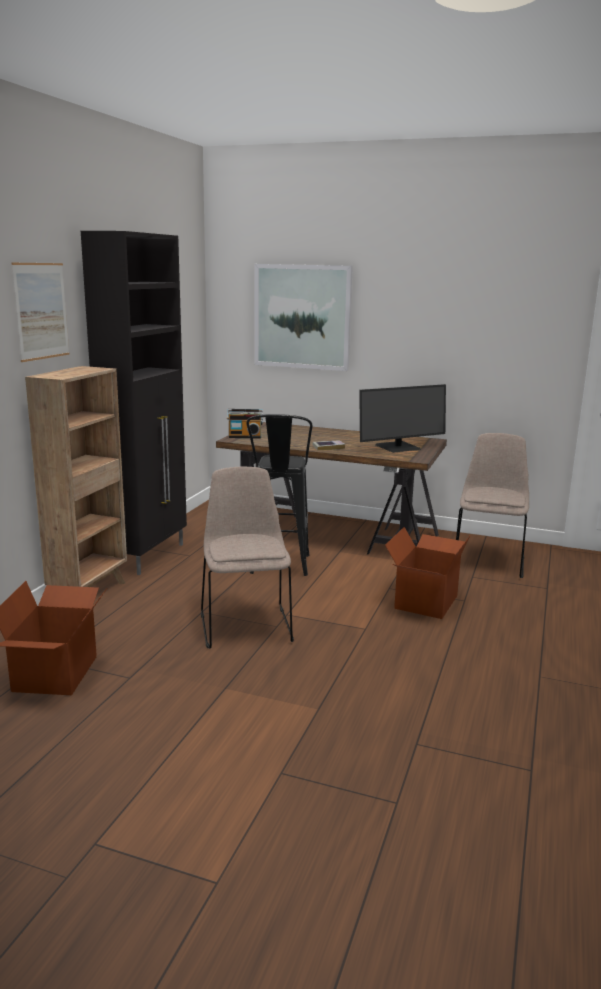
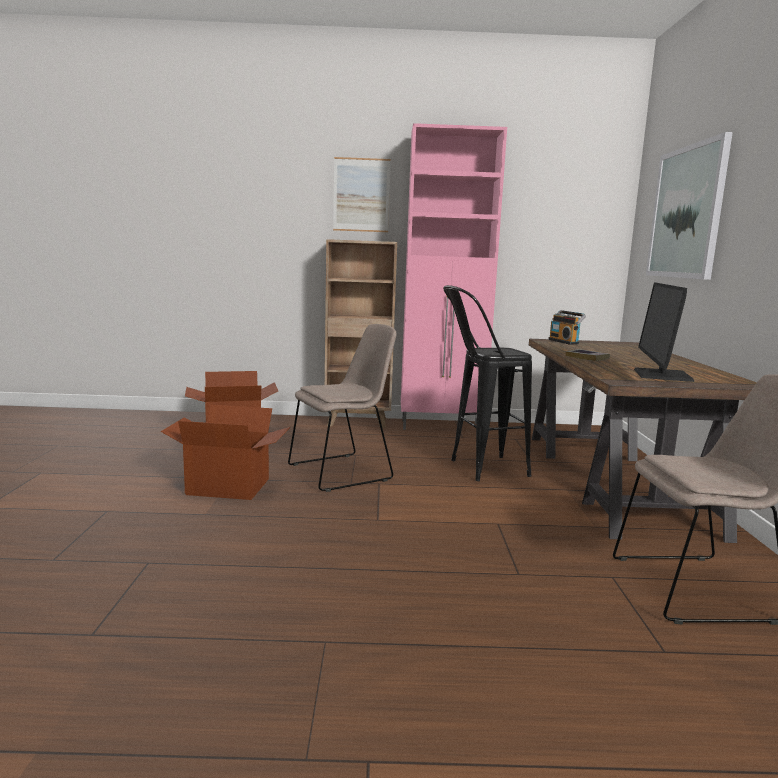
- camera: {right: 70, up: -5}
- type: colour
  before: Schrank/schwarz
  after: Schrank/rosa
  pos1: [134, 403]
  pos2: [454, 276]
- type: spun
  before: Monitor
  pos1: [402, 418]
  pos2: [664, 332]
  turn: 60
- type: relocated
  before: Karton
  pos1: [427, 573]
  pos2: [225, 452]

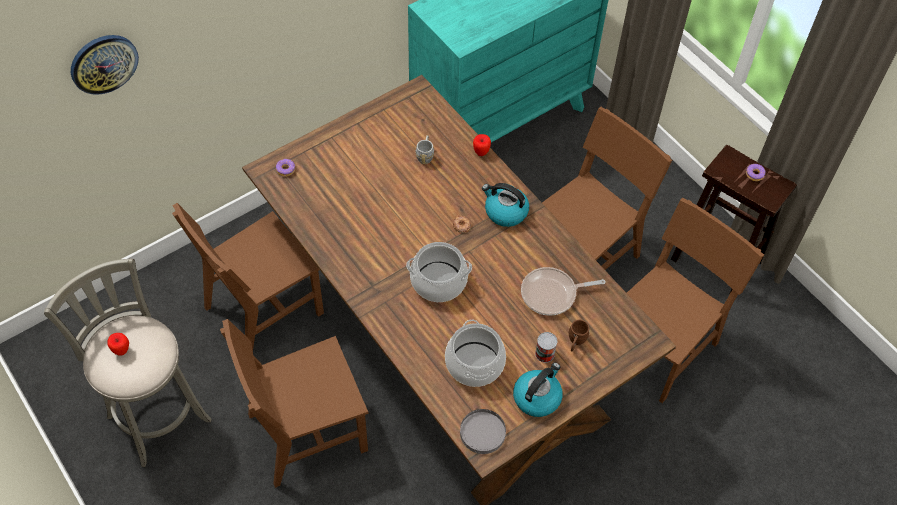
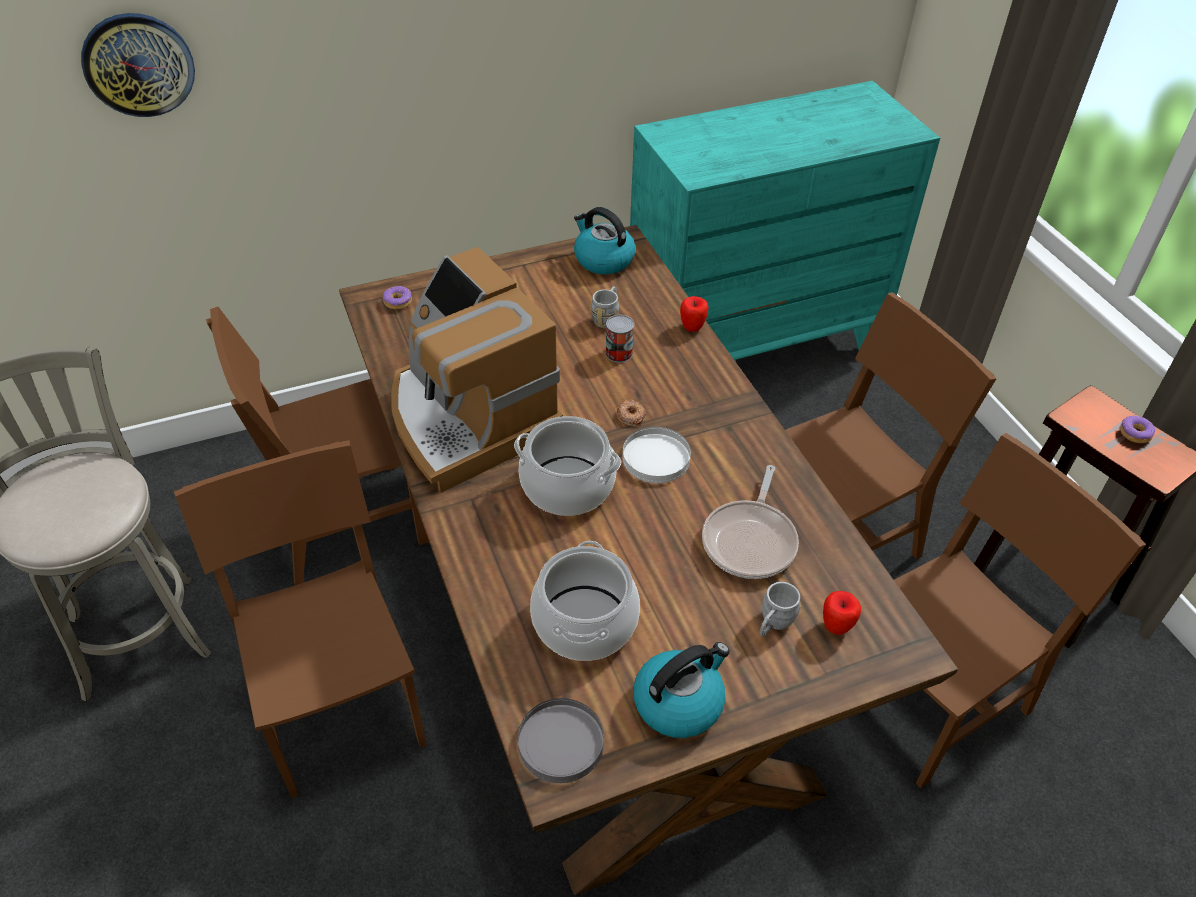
- camera: {right: 15, up: -10}
- type: relocated
  before: Wasserkessel
  pos1: [505, 205]
  pos2: [605, 241]
- type: spun
  before: Pfanne
  pos1: [563, 291]
  pos2: [750, 522]
  turn: -75
- type: spun
  before: Stuhl/braun
  pos1: [294, 403]
  pos2: [300, 619]
  turn: 75
- type: colour
  before: Henkelbecher/braun
  after: Henkelbecher/grau
  pos1: [579, 336]
  pos2: [780, 609]
- type: relocated
  before: Dose
  pos1: [546, 347]
  pos2: [619, 339]
- type: relocated
  before: Apfel
  pos1: [118, 344]
  pos2: [842, 613]
- type: appeared
  after: Kaffeemaschine
  pos2: [477, 370]
- type: appeared
  after: Teller/weiß
  pos2: [656, 455]

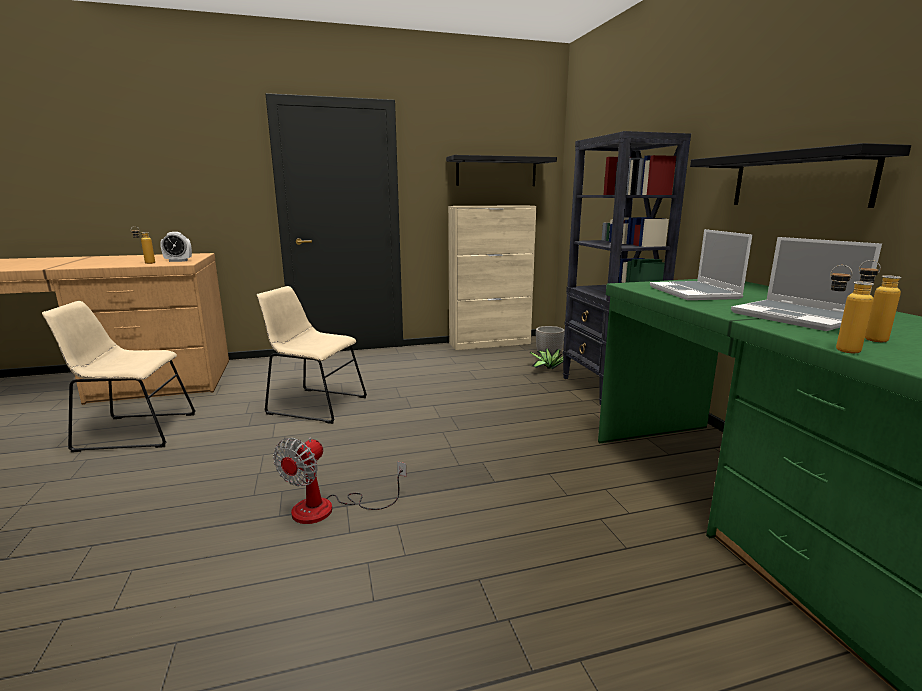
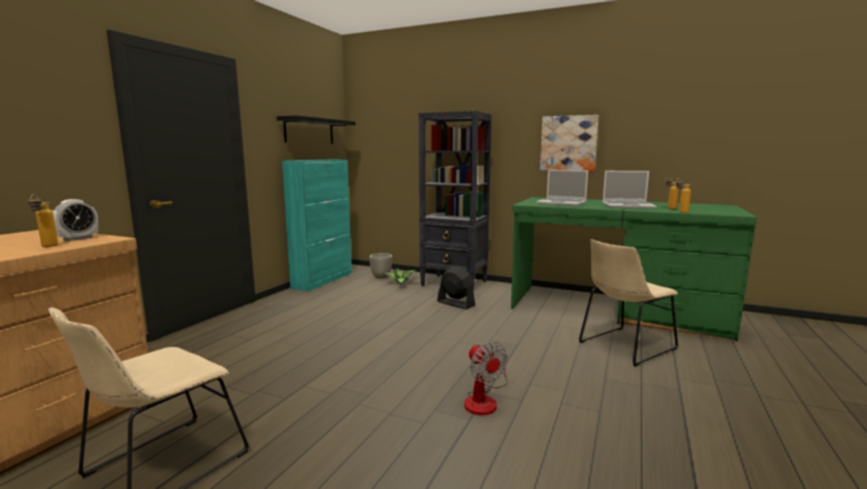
- camera: {right: -50, up: -5}
- type: exchanged
  before: Wandregal/schwarz
  after: Bild
  pos1: [800, 175]
  pos2: [569, 143]
- type: colour
  before: Schrank/beige
  after: Schrank/türkis
  pos1: [492, 277]
  pos2: [317, 225]
- type: relocated
  before: Stuhl/beige
  pos1: [312, 355]
  pos2: [628, 303]
- type: appeared
  after: Ventilator/schwarz
  pos2: [456, 287]

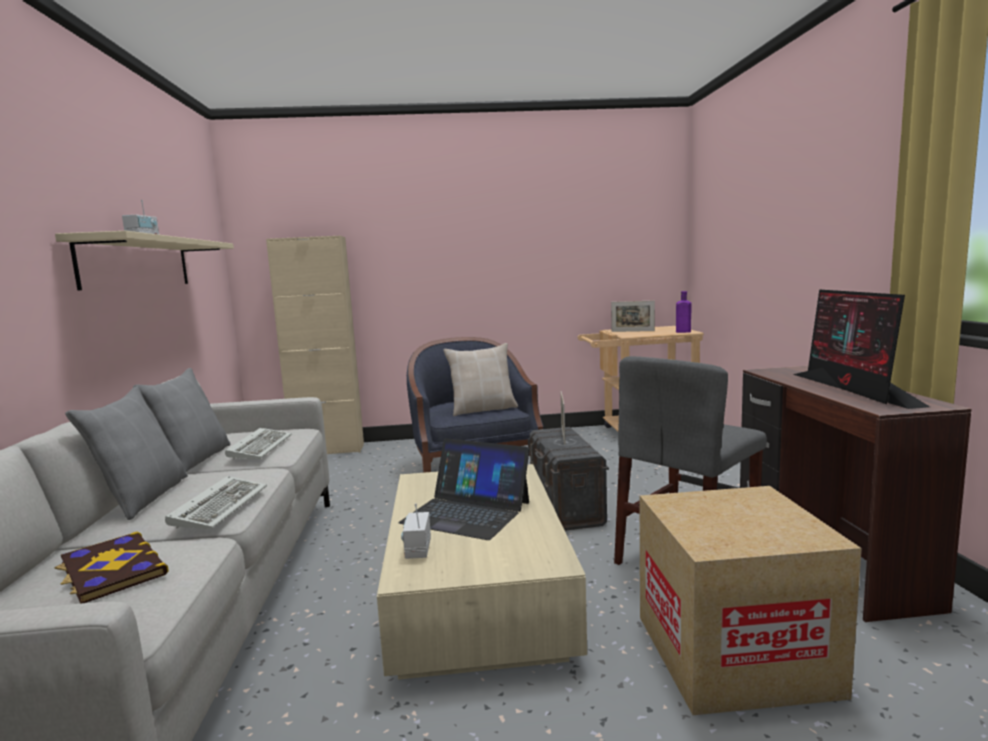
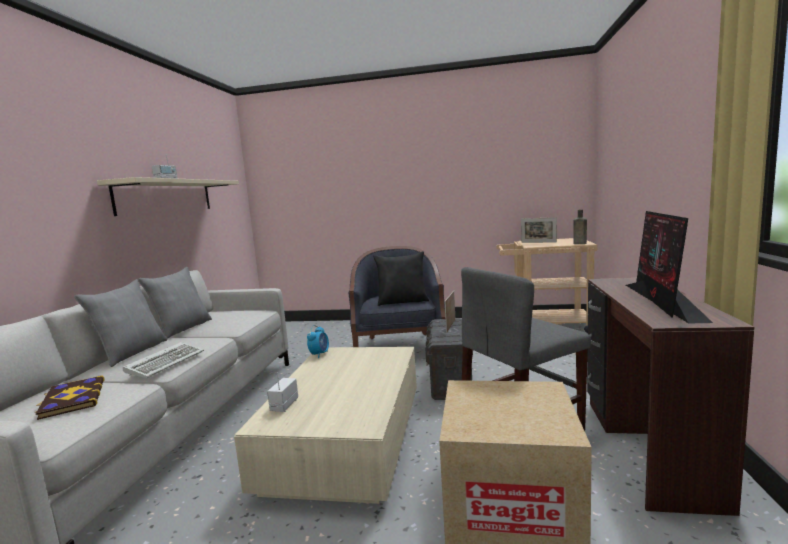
- camera: {right: 15, up: 0}
- type: missing
  before: Schrank/beige
  pos1: [315, 345]
- type: colour
  before: Flasche/lila
  after: Flasche/braun
  pos1: [683, 312]
  pos2: [580, 227]
- type: colour
  before: Kissen/beige
  after: Kissen/schwarz
  pos1: [480, 379]
  pos2: [401, 278]
- type: missing
  before: Tastatur
  pos1: [258, 444]
- type: missing
  before: Laptop
  pos1: [464, 489]
- type: appeared
  after: Wecker
  pos2: [318, 341]

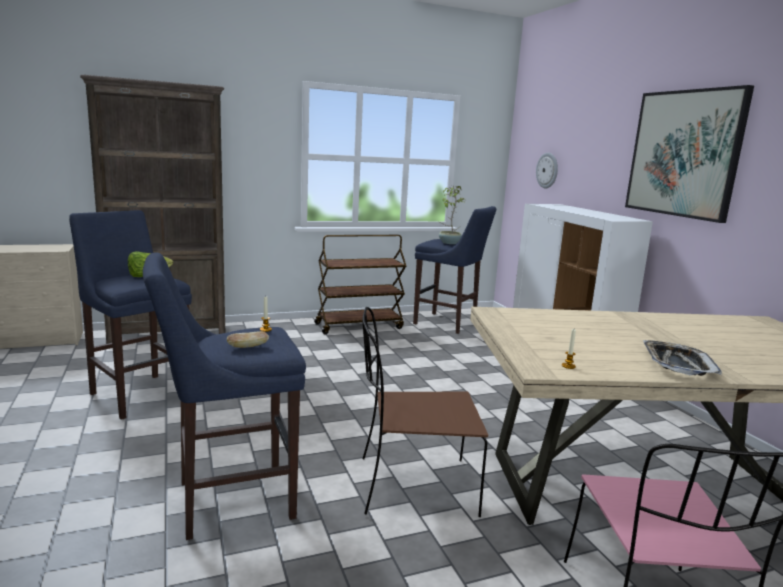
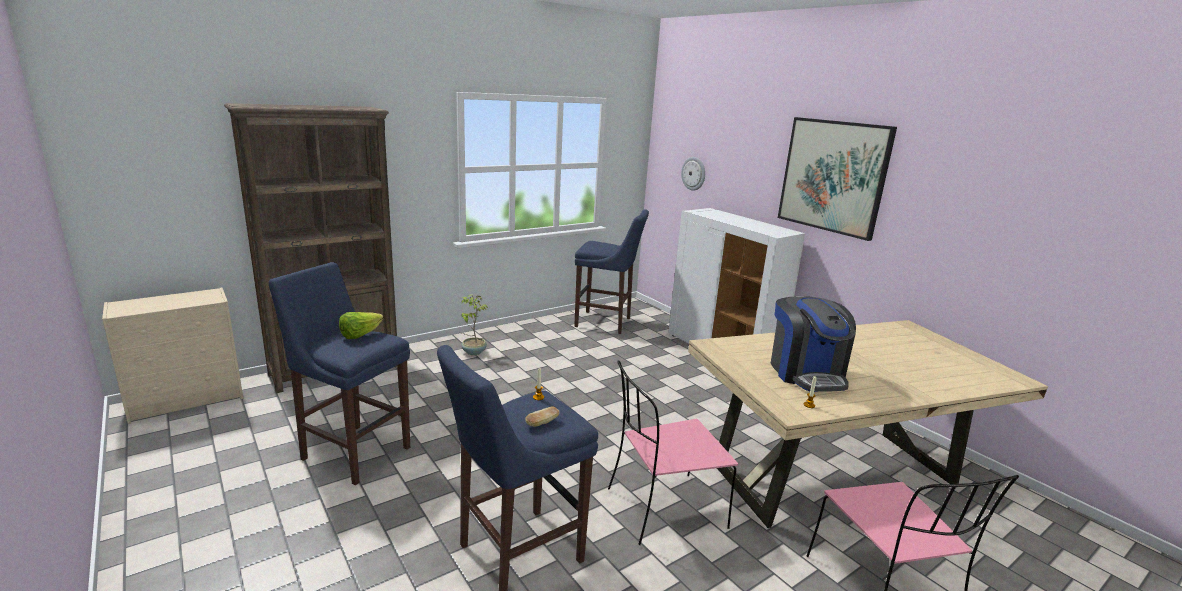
- camera: {right: -15, up: 5}
- type: relocated
  before: Topfpflanze
  pos1: [452, 214]
  pos2: [474, 325]
- type: missing
  before: Rollwagen/braun
  pos1: [360, 284]
- type: colour
  before: Stuhl/braun
  after: Stuhl/rosa
  pos1: [425, 412]
  pos2: [673, 452]
- type: missing
  before: Tablett
  pos1: [682, 358]
- type: appeared
  after: Kaffeemaschine
  pos2: [813, 344]

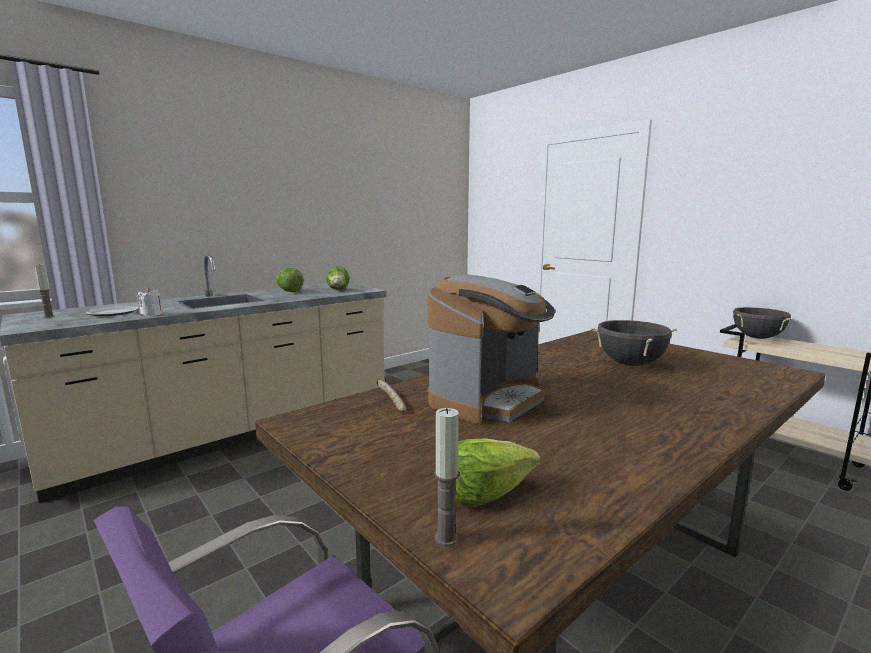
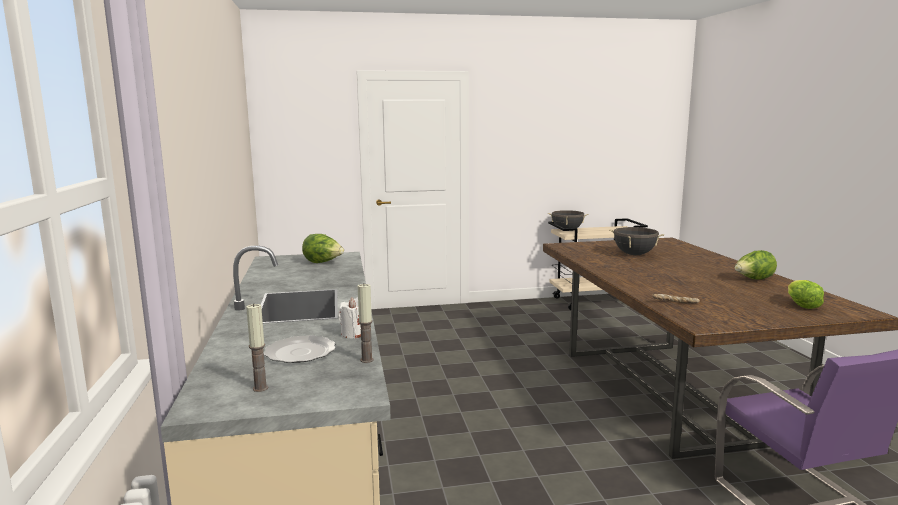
- camera: {right: -60, up: 0}
- type: relocated
  before: Salatkopf
  pos1: [289, 280]
  pos2: [756, 265]
- type: missing
  before: Kaffeemaschine
  pos1: [491, 349]
- type: relocated
  before: Kerze
  pos1: [446, 477]
  pos2: [366, 323]

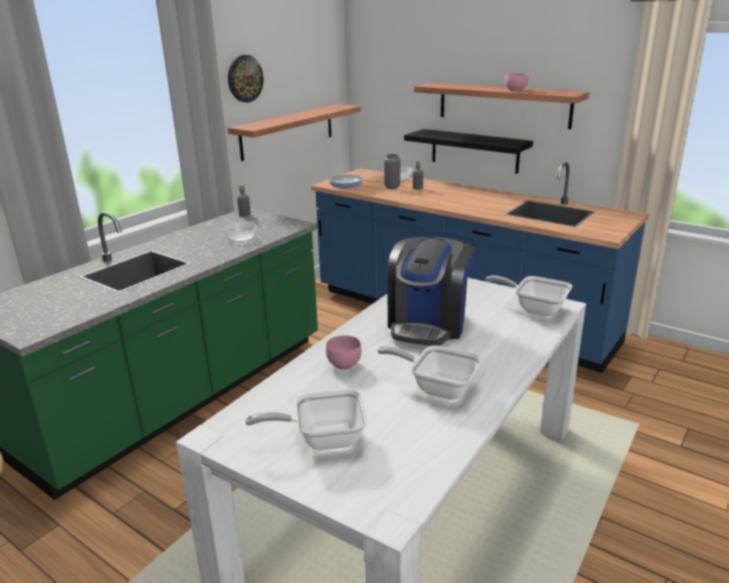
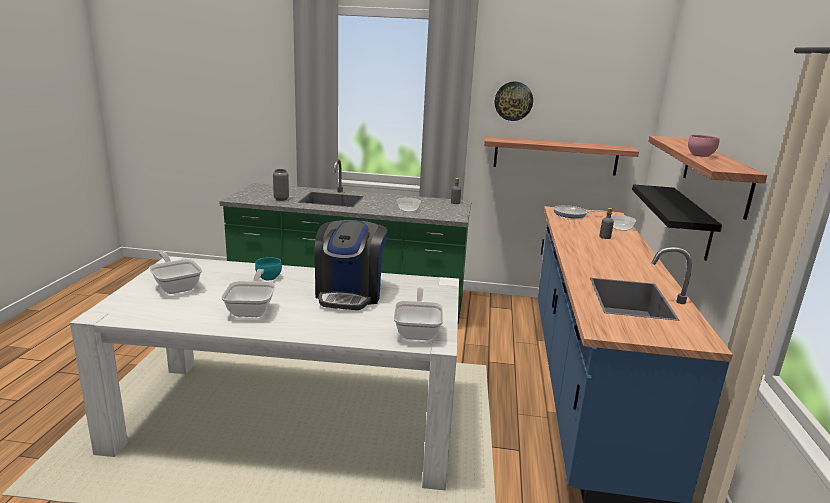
- camera: {right: 60, up: -5}
- type: relocated
  before: Vase/grau
  pos1: [392, 171]
  pos2: [281, 185]
- type: spun
  before: Kaffeemaschine
  pos1: [430, 291]
  pos2: [351, 265]
  turn: -75
- type: colour
  before: Schüssel/rosa
  after: Schüssel/türkis
  pos1: [344, 352]
  pos2: [268, 268]

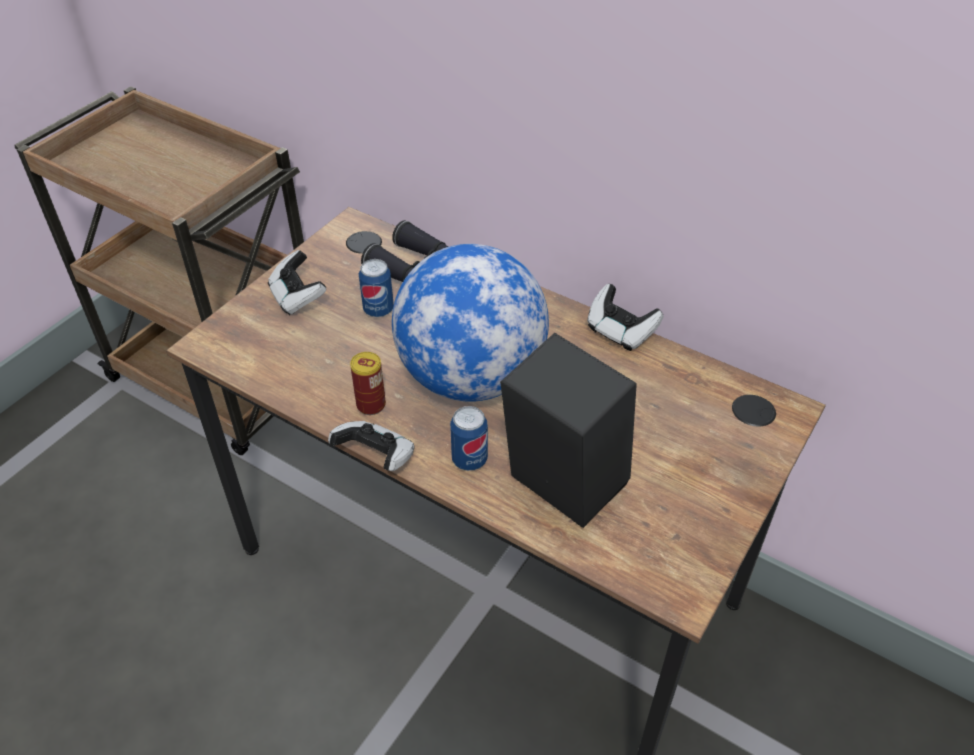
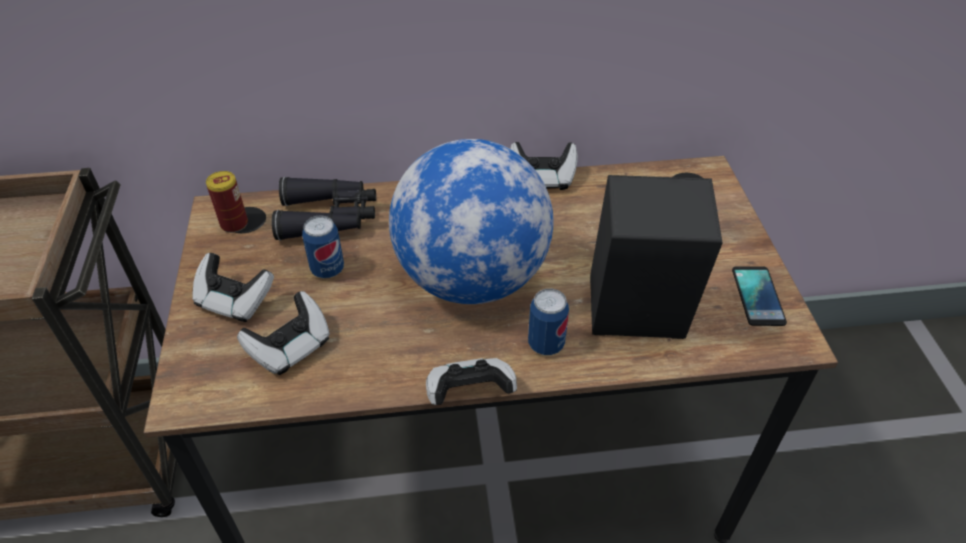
- camera: {right: -40, up: 0}
- type: relocated
  before: Dose
  pos1: [368, 383]
  pos2: [227, 202]
- type: appeared
  after: Handy
  pos2: [759, 296]
- type: appeared
  after: Gamepad
  pos2: [283, 333]

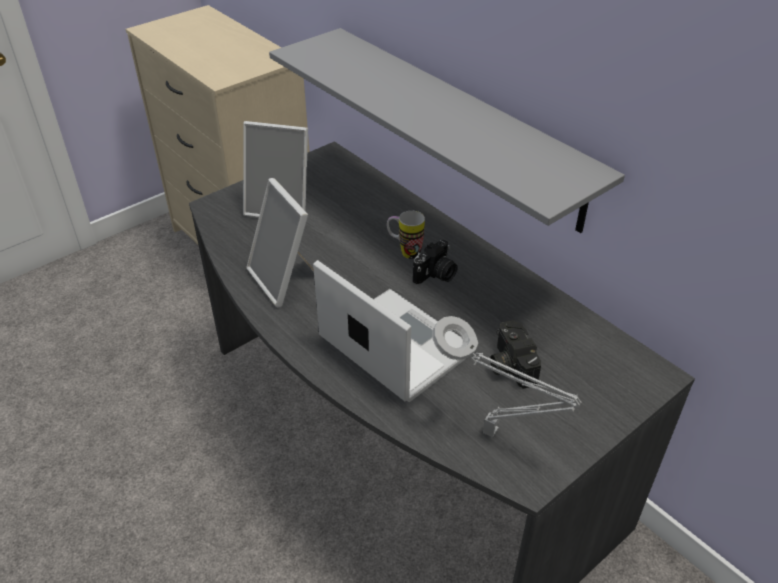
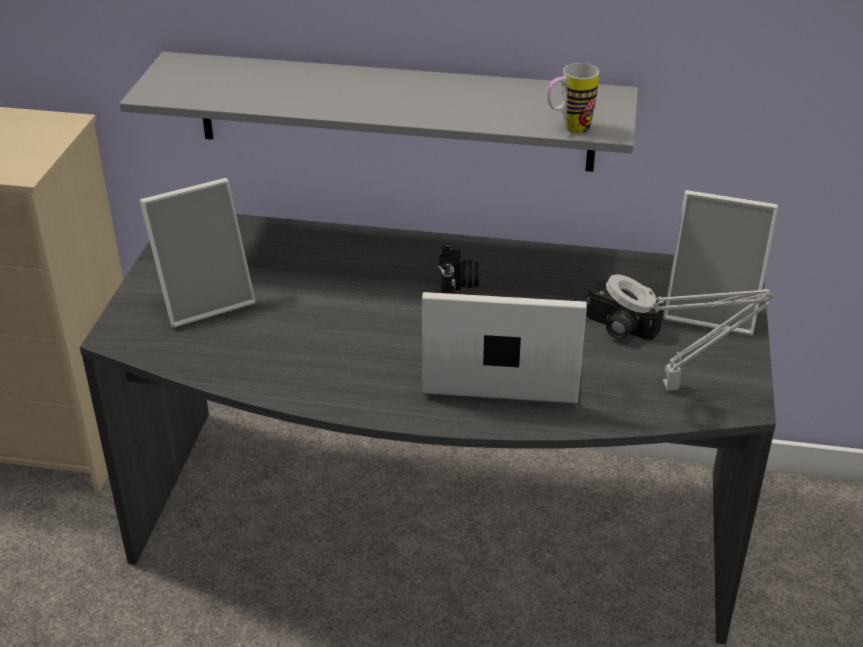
- camera: {right: -40, up: -5}
- type: relocated
  before: Bilderrahmen
  pos1: [280, 243]
  pos2: [720, 262]
- type: relocated
  before: Henkelbecher
  pos1: [406, 235]
  pos2: [573, 98]

